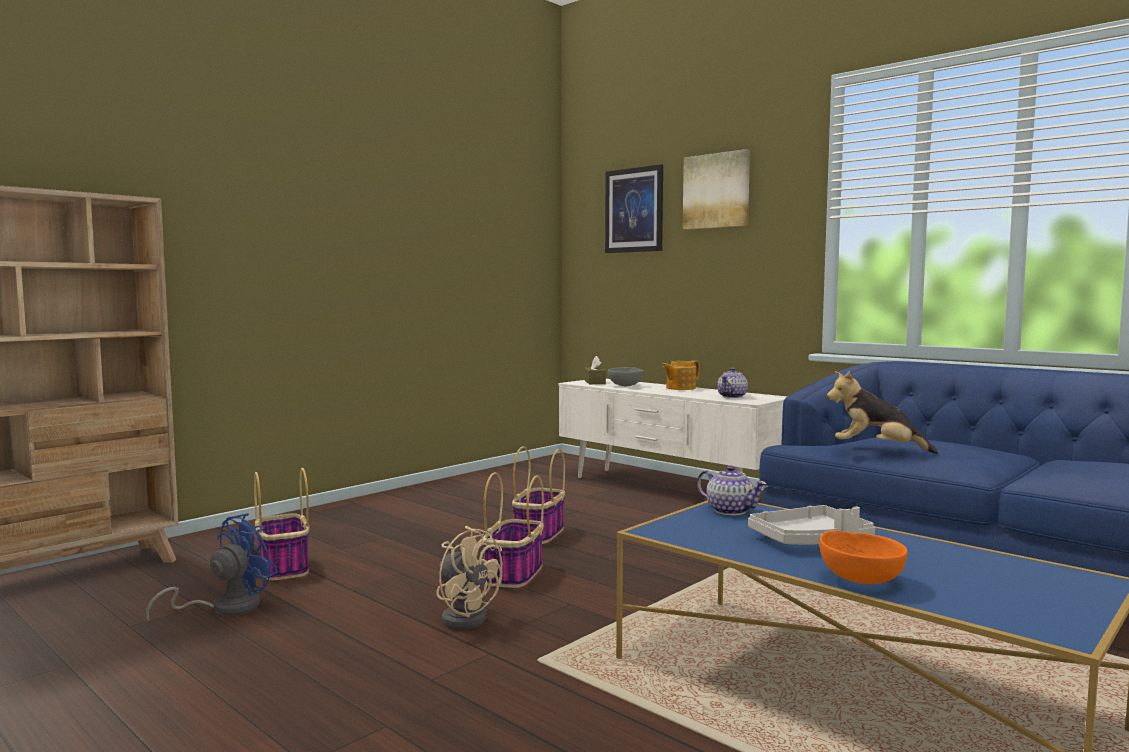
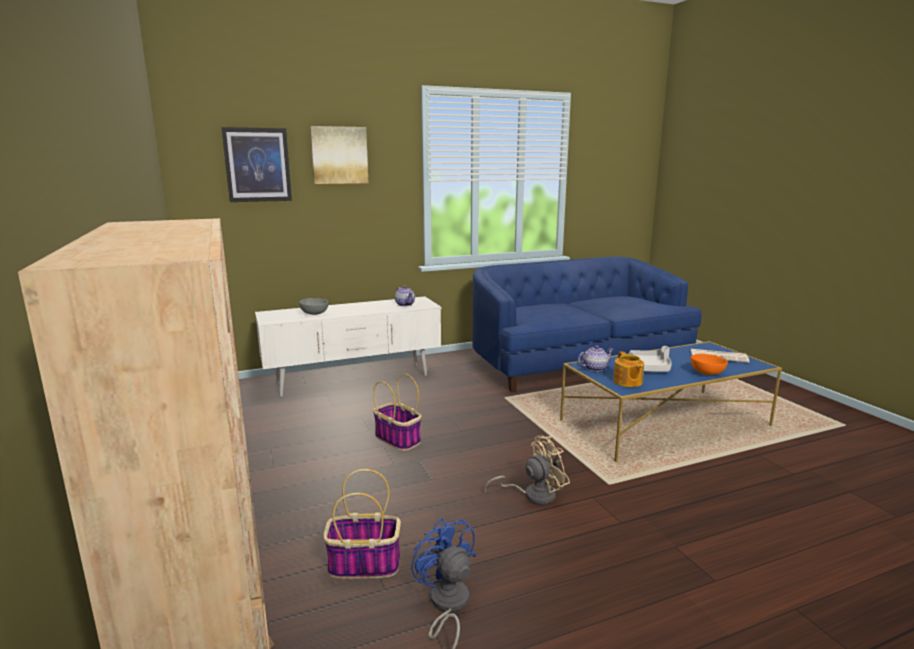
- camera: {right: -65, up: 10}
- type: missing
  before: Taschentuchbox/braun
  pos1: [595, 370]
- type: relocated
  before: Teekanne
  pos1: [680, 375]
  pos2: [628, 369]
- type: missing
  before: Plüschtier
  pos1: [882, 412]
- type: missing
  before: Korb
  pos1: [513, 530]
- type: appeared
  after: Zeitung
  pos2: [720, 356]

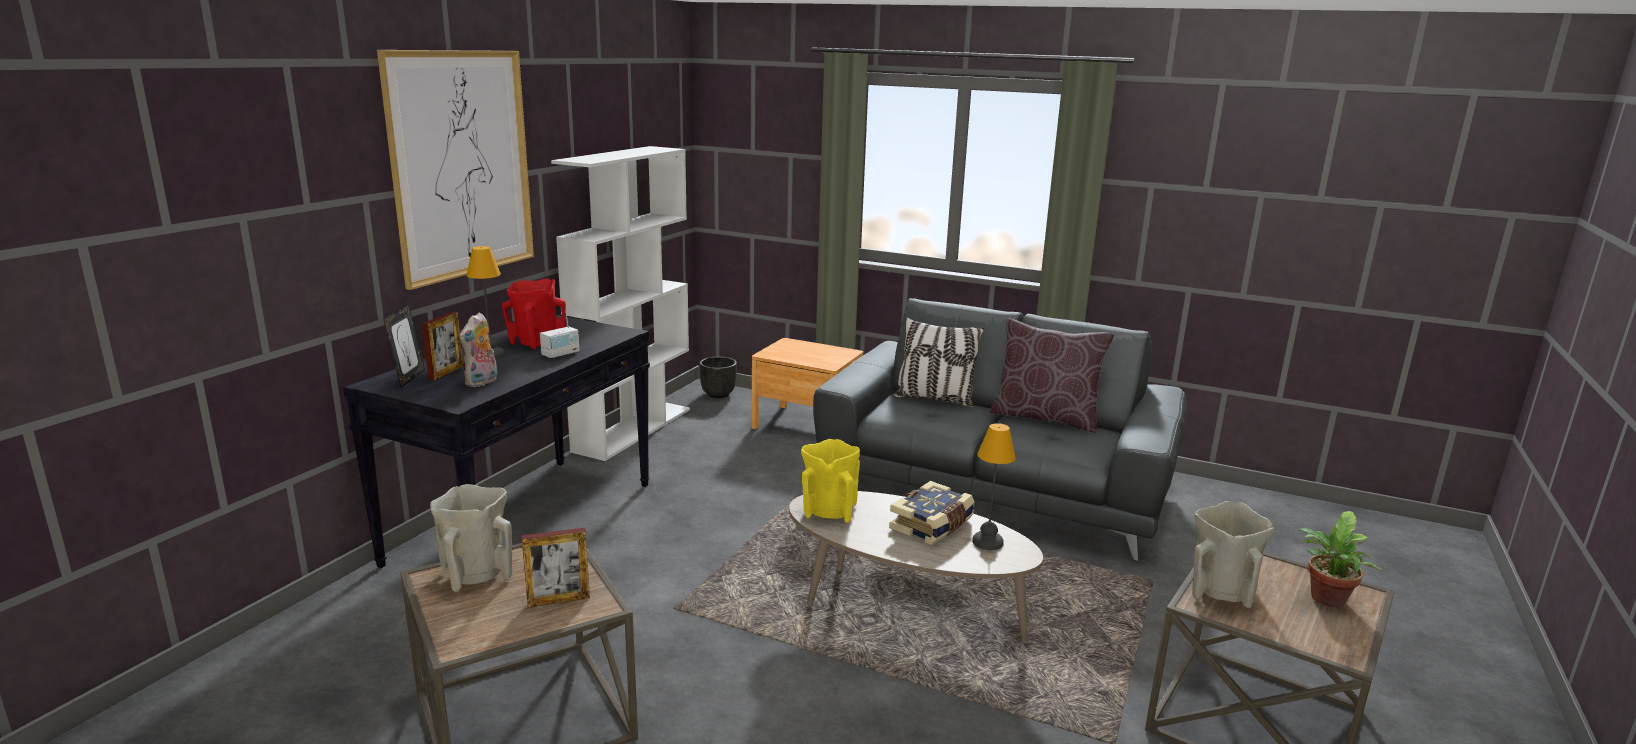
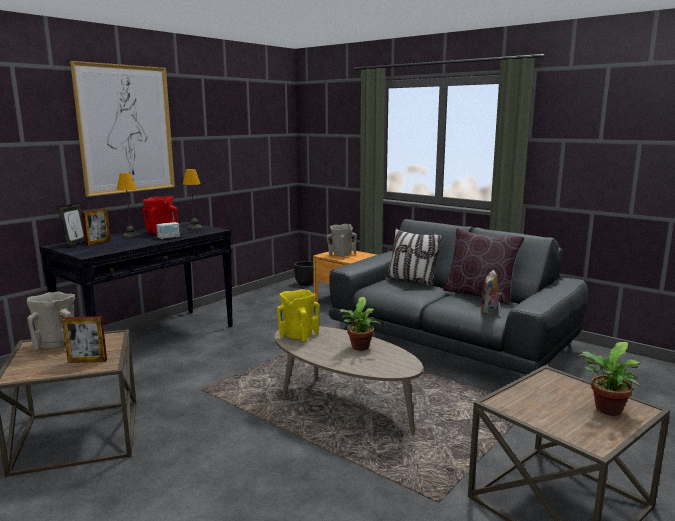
- camera: {right: 15, up: -5}
- type: missing
  before: Bücherregal/weiß
  pos1: [620, 303]
- type: relocated
  before: Plüschtier
  pos1: [478, 349]
  pos2: [490, 292]
- type: relocated
  before: Tischlampe
  pos1: [994, 486]
  pos2: [192, 199]
- type: exchanged
  before: Buch
  after: Topfpflanze
  pos1: [931, 513]
  pos2: [359, 324]
- type: relocated
  before: Vase/beige
  pos1: [1233, 554]
  pos2: [342, 240]

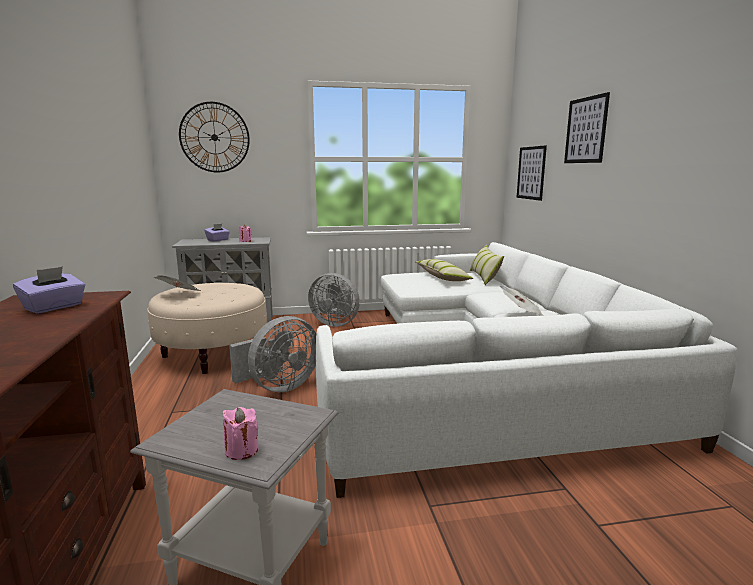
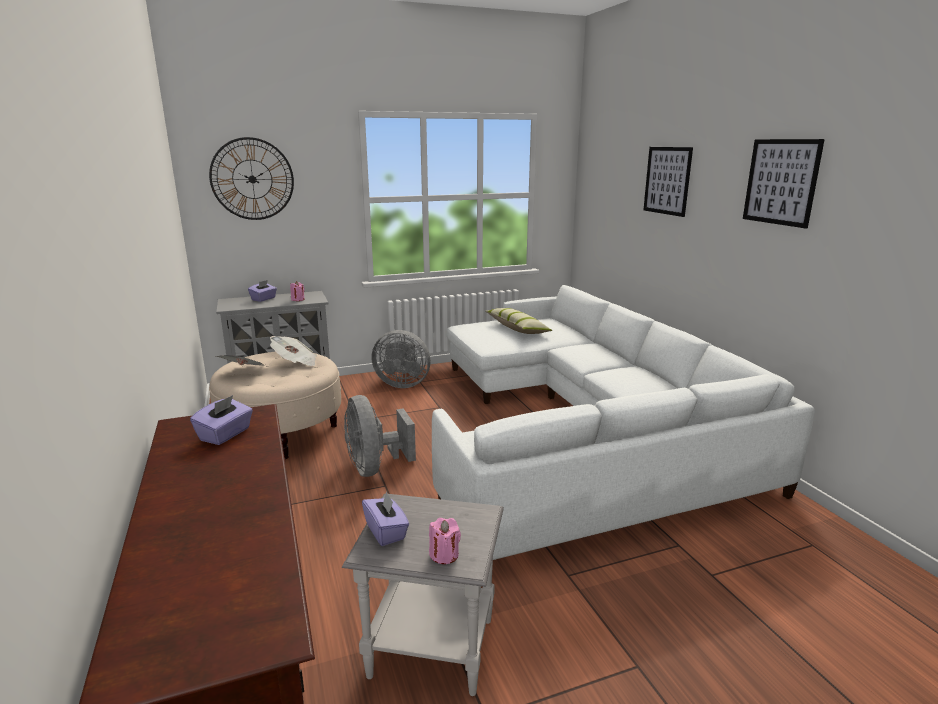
- camera: {right: -10, up: 5}
- type: relocated
  before: Bild
  pos1: [532, 173]
  pos2: [784, 184]
- type: missing
  before: Kissen
  pos1: [487, 265]
- type: relocated
  before: Zeitung
  pos1: [521, 300]
  pos2: [293, 351]
- type: spun
  before: Ventilator/grau
  pos1: [272, 354]
  pos2: [380, 436]
  turn: 120
- type: appeared
  after: Taschentuchbox/lila
  pos2: [385, 518]

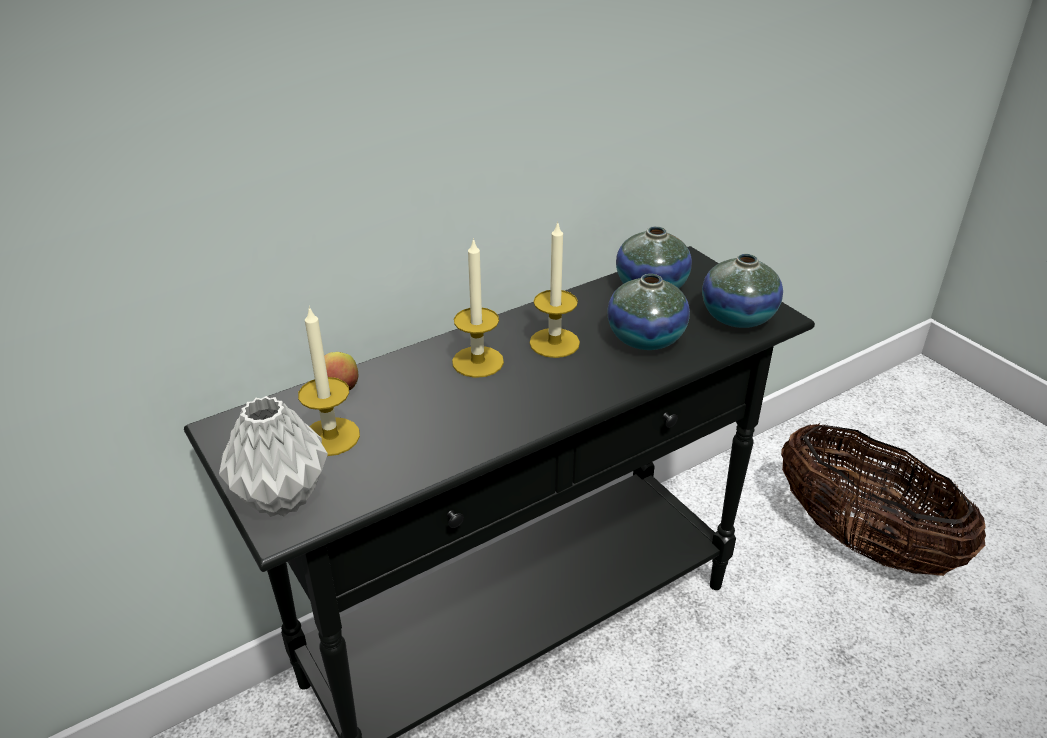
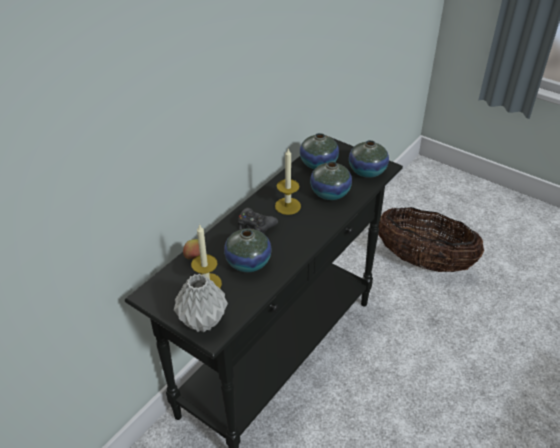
- camera: {right: -20, up: 5}
- type: exchanged
  before: Kerze
  after: Gamepad/schwarz
  pos1: [478, 308]
  pos2: [258, 221]
- type: appeared
  after: Vase
  pos2: [248, 250]

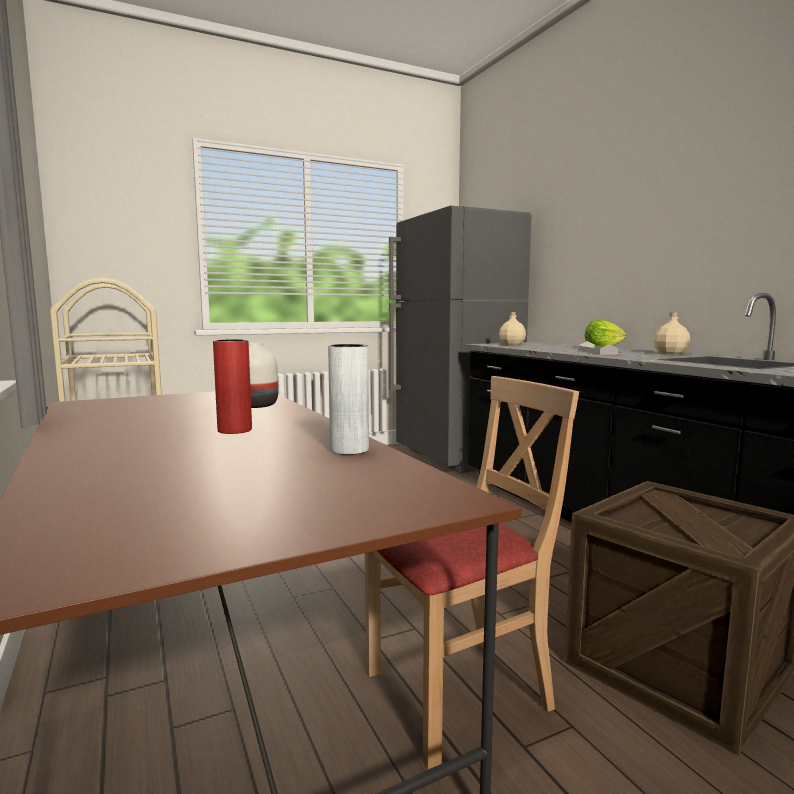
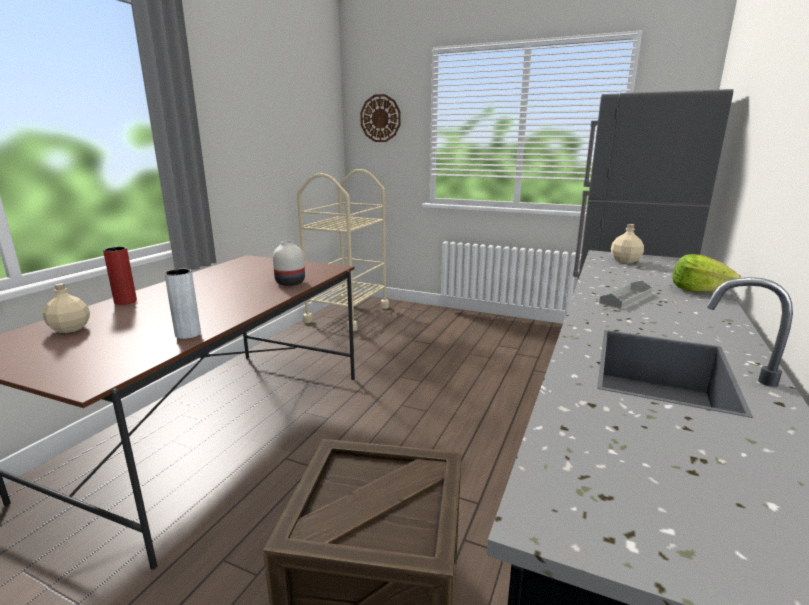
- camera: {right: 50, up: 10}
- type: relocated
  before: Flasche/beige
  pos1: [671, 333]
  pos2: [66, 308]
- type: relocated
  before: Vase/rot
  pos1: [232, 386]
  pos2: [120, 276]
- type: missing
  before: Stuhl/beige
  pos1: [472, 572]
- type: appeared
  after: Wanduhr
  pos2: [380, 118]

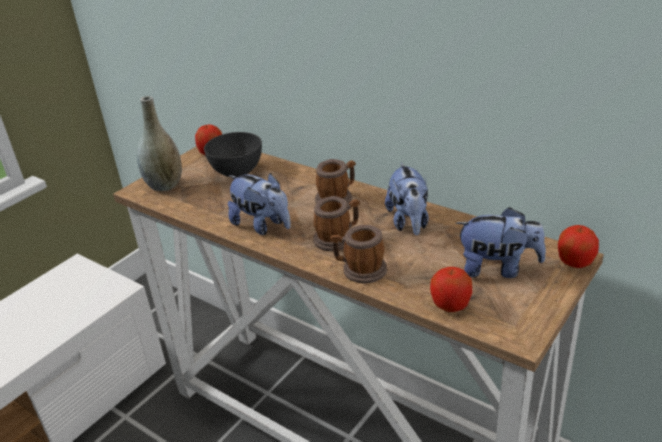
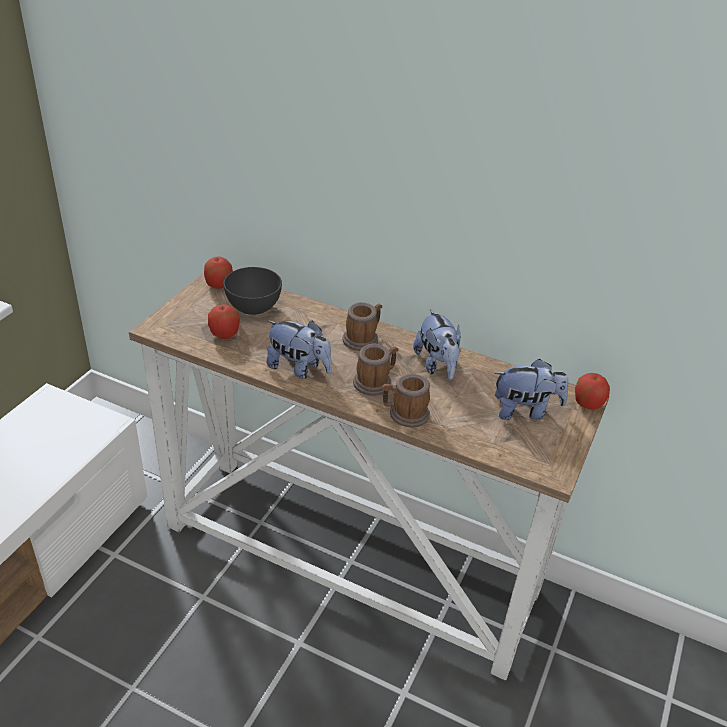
- camera: {right: -15, up: 5}
- type: missing
  before: Vase/grau
  pos1: [159, 143]
- type: relocated
  before: Apfel
  pos1: [451, 289]
  pos2: [224, 321]

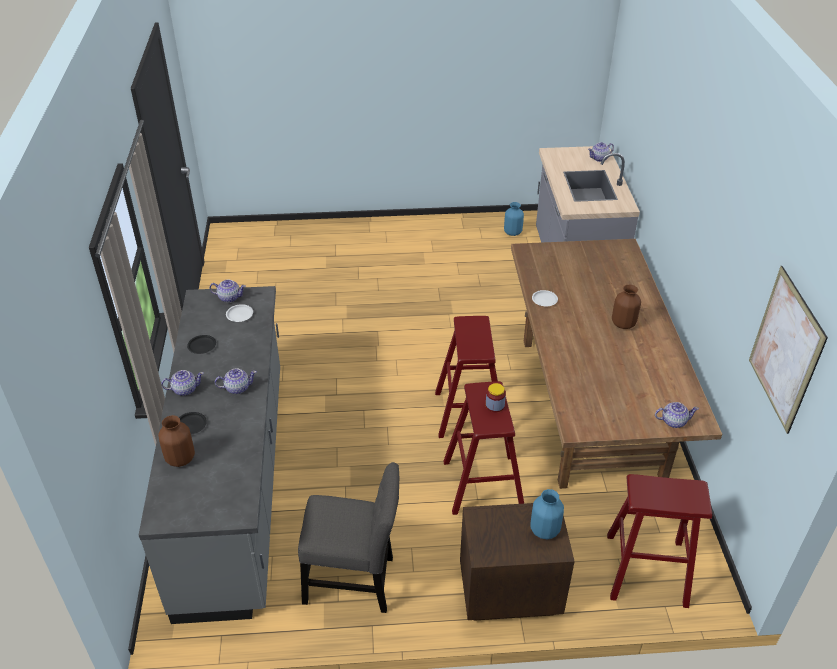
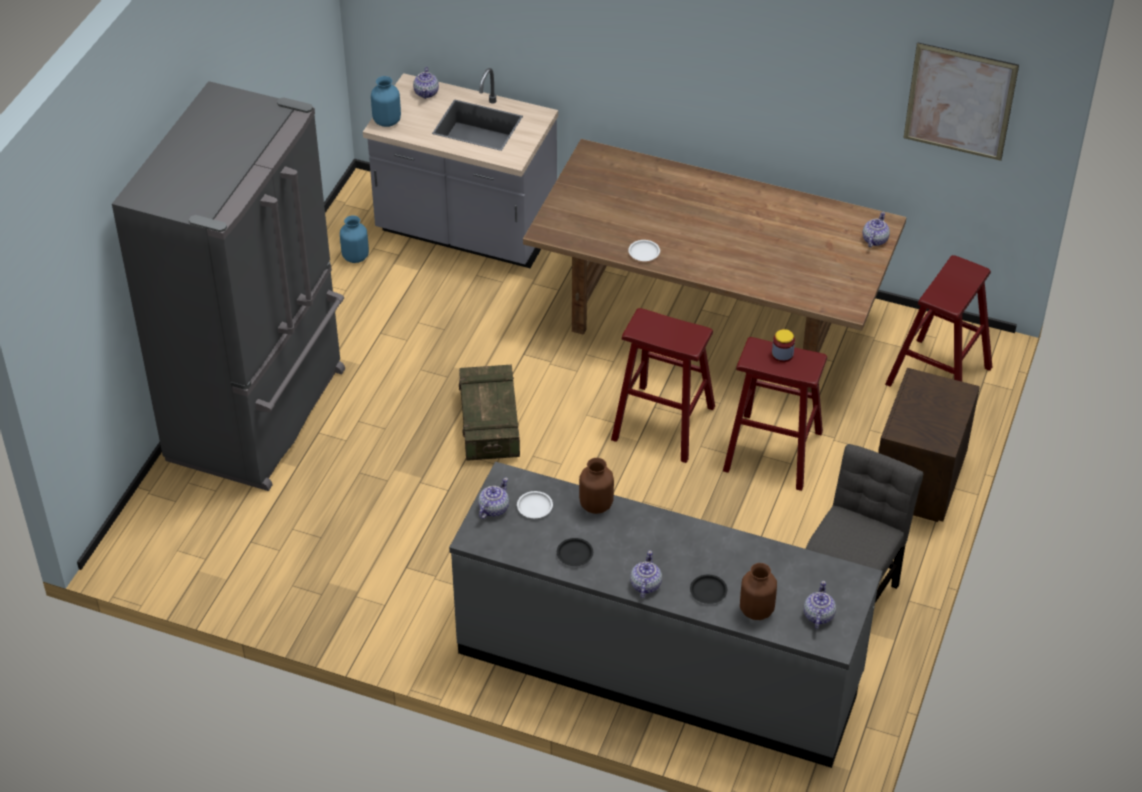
- camera: {right: -65, up: 5}
- type: relocated
  before: Vase/braun
  pos1: [626, 307]
  pos2: [596, 486]
- type: relocated
  before: Teekanne
  pos1: [236, 381]
  pos2: [820, 605]
- type: relocated
  before: Vase/blau
  pos1: [547, 514]
  pos2: [386, 101]
- type: appeared
  after: Kühlschrank/grau
  pos2: [228, 286]
- type: appeared
  after: Kiste
  pos2: [489, 412]

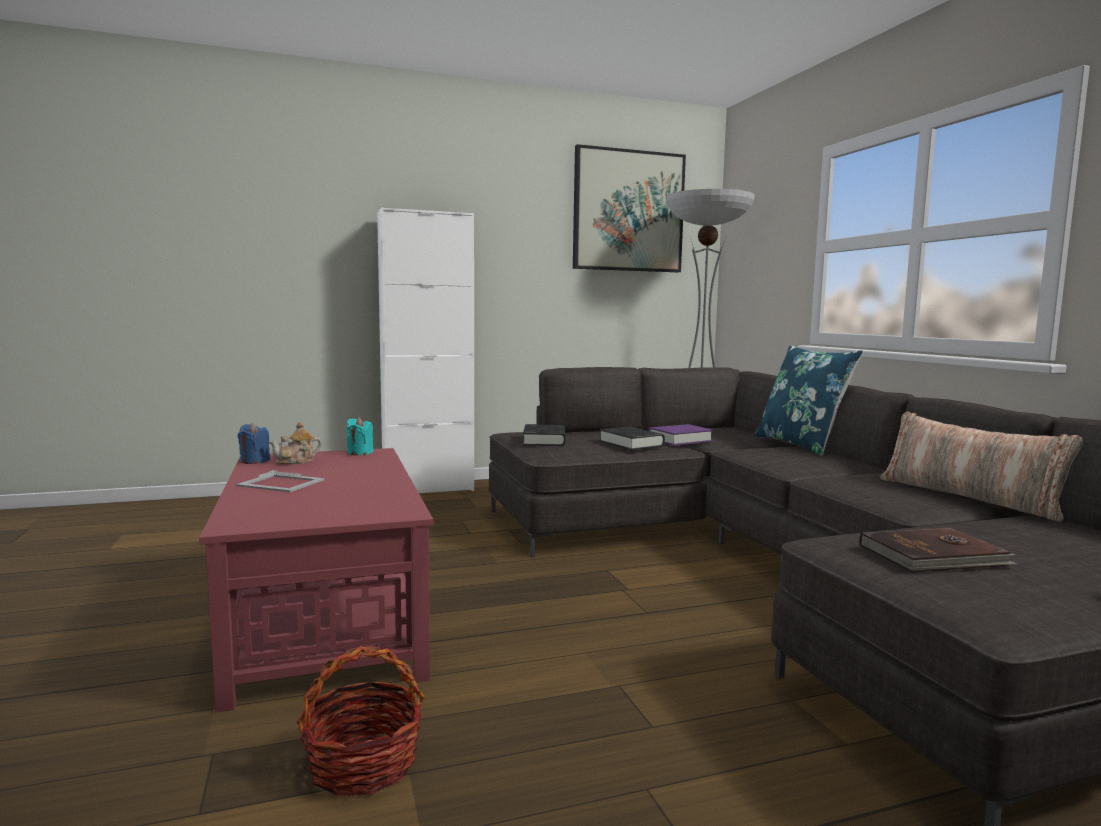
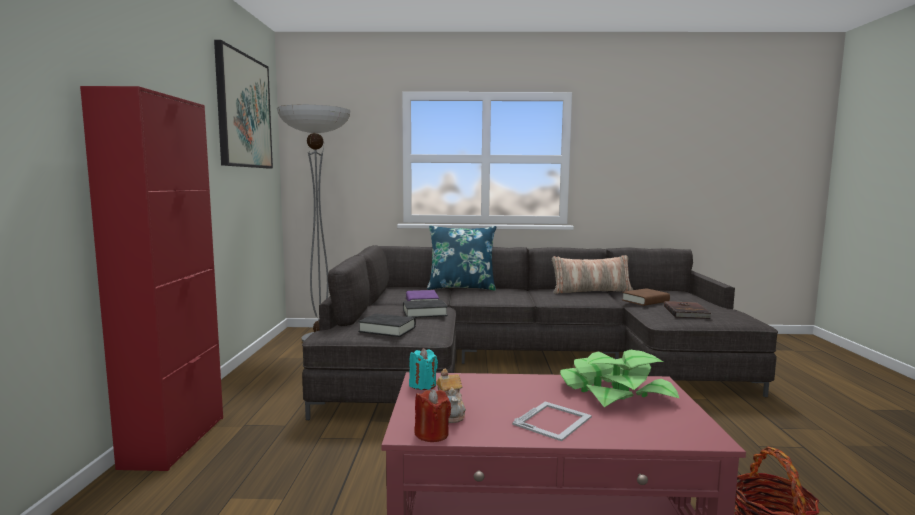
- camera: {right: -70, up: 0}
- type: colour
  before: Schrank/weiß
  after: Schrank/rot
  pos1: [425, 350]
  pos2: [151, 278]
- type: colour
  before: Kerze/blau
  after: Kerze/rot
  pos1: [254, 443]
  pos2: [433, 415]
- type: appeared
  after: Buch/braun
  pos2: [646, 297]
- type: appeared
  after: Topfpflanze
  pos2: [620, 378]

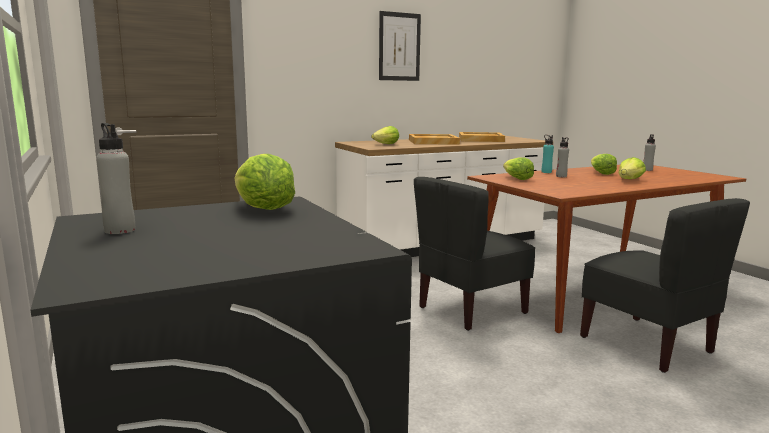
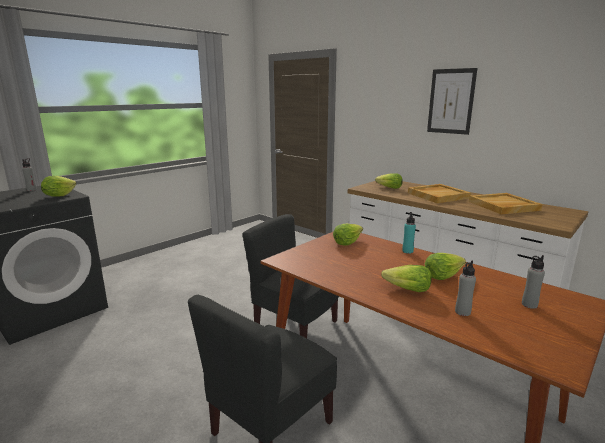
- camera: {right: 70, up: 5}
- type: relocated
  before: Flasche/grau
  pos1: [562, 157]
  pos2: [465, 288]

